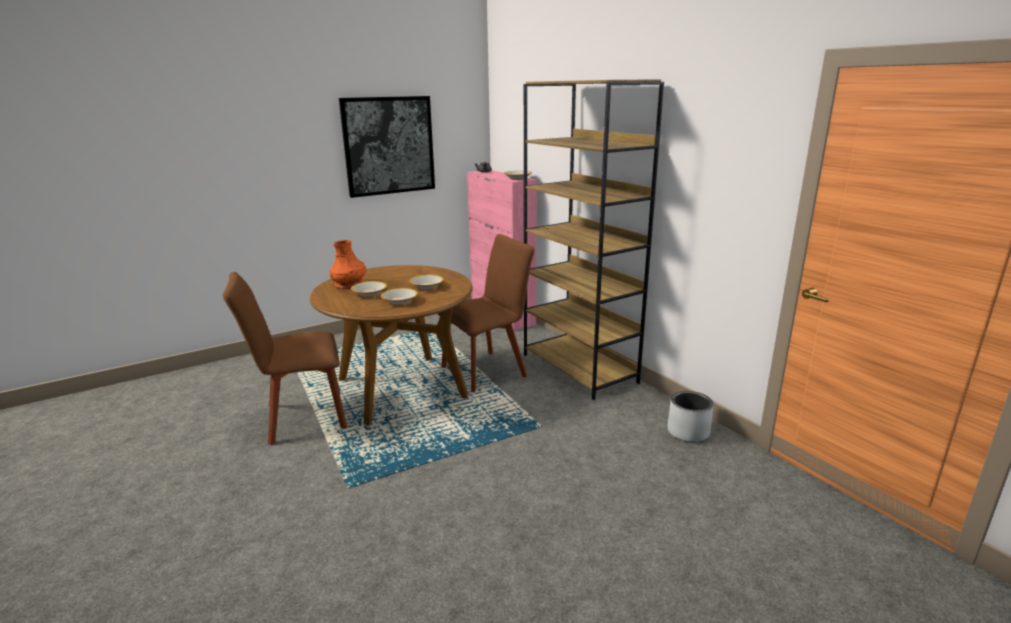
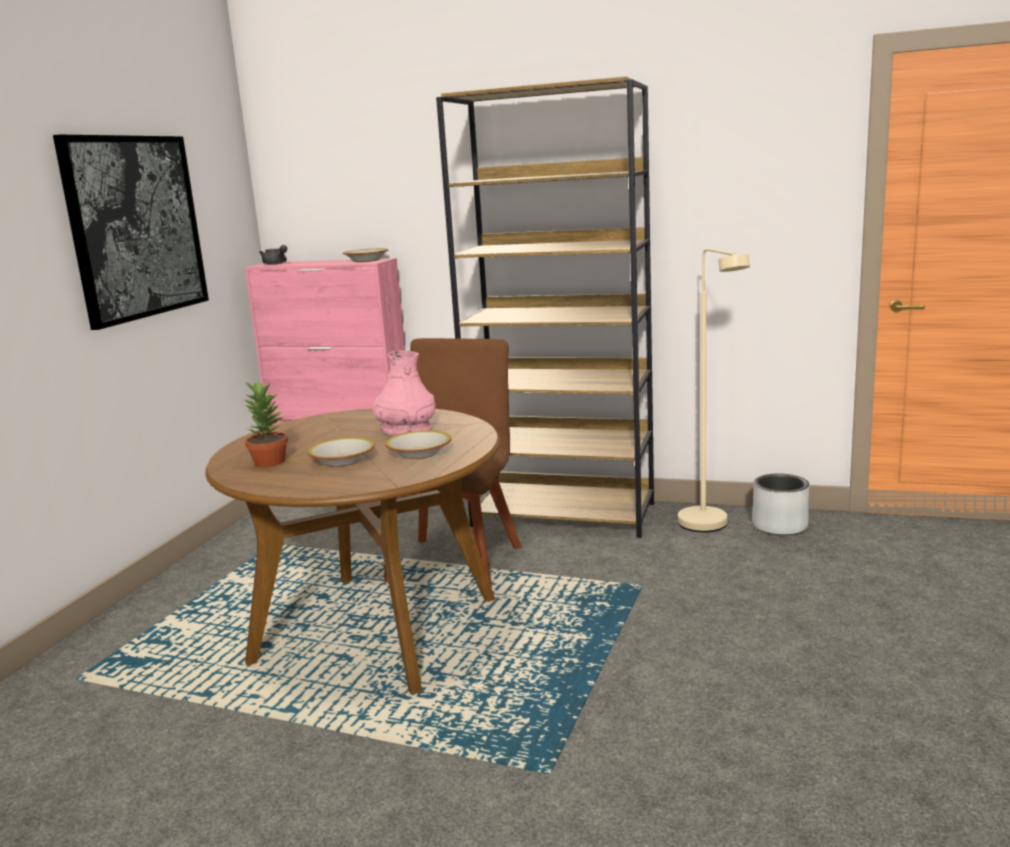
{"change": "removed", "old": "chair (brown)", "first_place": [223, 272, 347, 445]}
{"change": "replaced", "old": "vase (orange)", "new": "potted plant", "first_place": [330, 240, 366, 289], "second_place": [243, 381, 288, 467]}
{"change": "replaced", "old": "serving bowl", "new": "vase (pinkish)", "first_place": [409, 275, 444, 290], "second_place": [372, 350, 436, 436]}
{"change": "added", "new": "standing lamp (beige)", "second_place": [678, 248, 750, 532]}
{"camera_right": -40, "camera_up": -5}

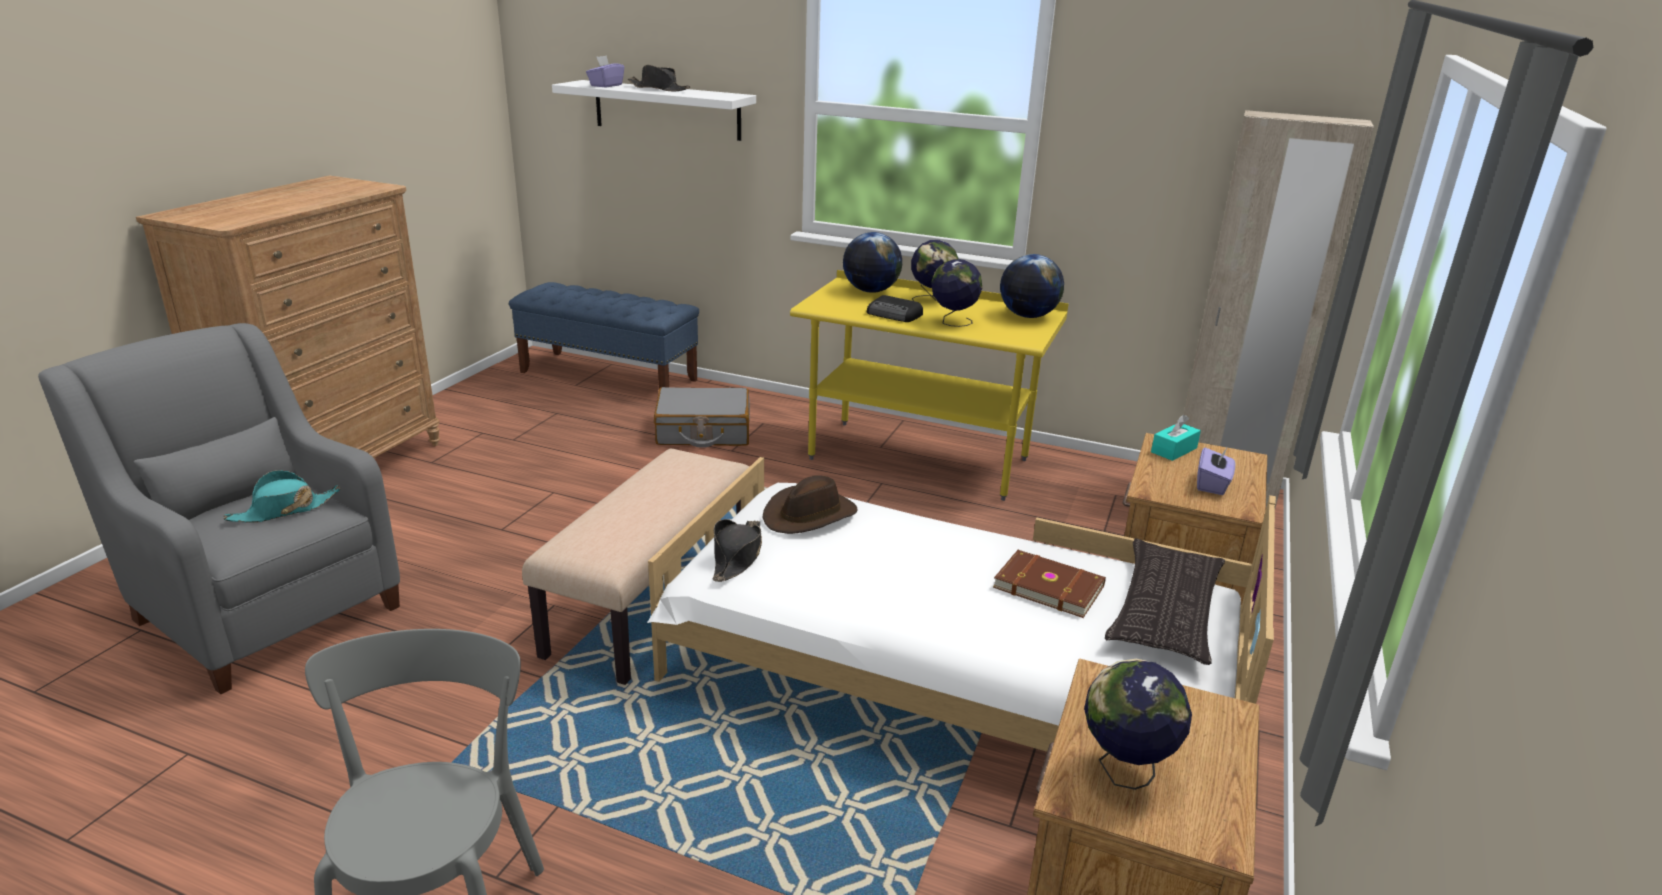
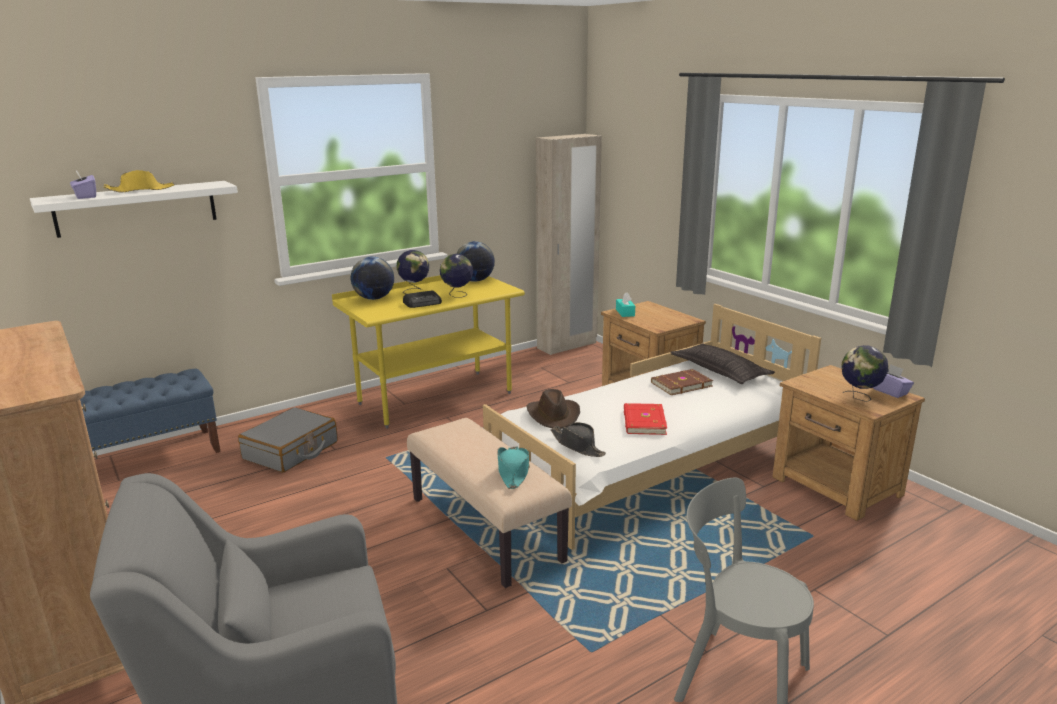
{"change": "moved", "old": "clothing hat (blue-green)", "first_place": [223, 470, 341, 523], "second_place": [497, 446, 530, 489]}
{"change": "recoloured", "old": "clothing hat (black)", "new": "clothing hat (yellowish)", "first_place": [628, 65, 690, 91], "second_place": [103, 170, 174, 193]}
{"change": "moved", "old": "box of tissues (purplish)", "first_place": [1197, 447, 1235, 495], "second_place": [873, 364, 914, 398]}
{"change": "added", "new": "volume (red)", "second_place": [624, 403, 667, 435]}
{"camera_right": -55, "camera_up": -5}

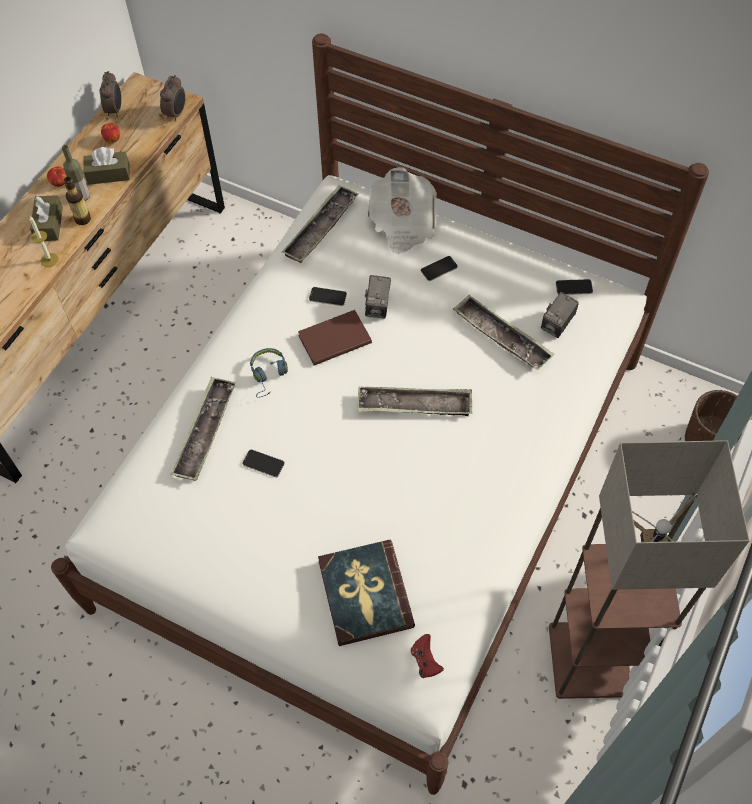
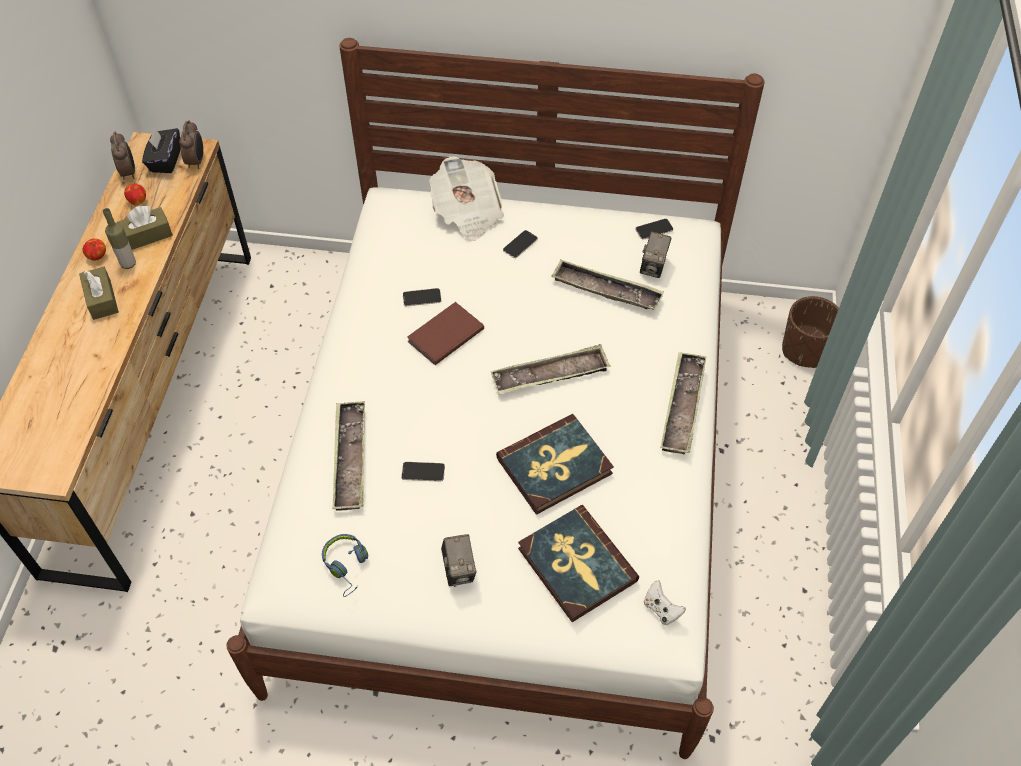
{"change": "removed", "old": "wax candle", "first_place": [29, 216, 59, 267]}
{"change": "removed", "old": "bottle", "first_place": [64, 176, 91, 225]}
{"change": "moved", "old": "headphones (bluish)", "first_place": [250, 348, 288, 398], "second_place": [322, 534, 368, 597]}
{"change": "moved", "old": "serving tray", "first_place": [282, 185, 359, 263], "second_place": [660, 352, 707, 454]}
{"change": "moved", "old": "photo camera", "first_place": [365, 275, 391, 319], "second_place": [441, 534, 476, 587]}
{"change": "recoloured", "old": "game controller (red)", "new": "game controller (white-coloured)", "first_place": [411, 634, 444, 678], "second_place": [644, 580, 686, 625]}
{"change": "removed", "old": "standing lamp", "first_place": [549, 440, 750, 699]}
{"change": "added", "new": "box of tissues (black)", "second_place": [142, 128, 180, 173]}
{"change": "added", "new": "volume", "second_place": [496, 414, 614, 515]}
{"camera_right": -20, "camera_up": -5}

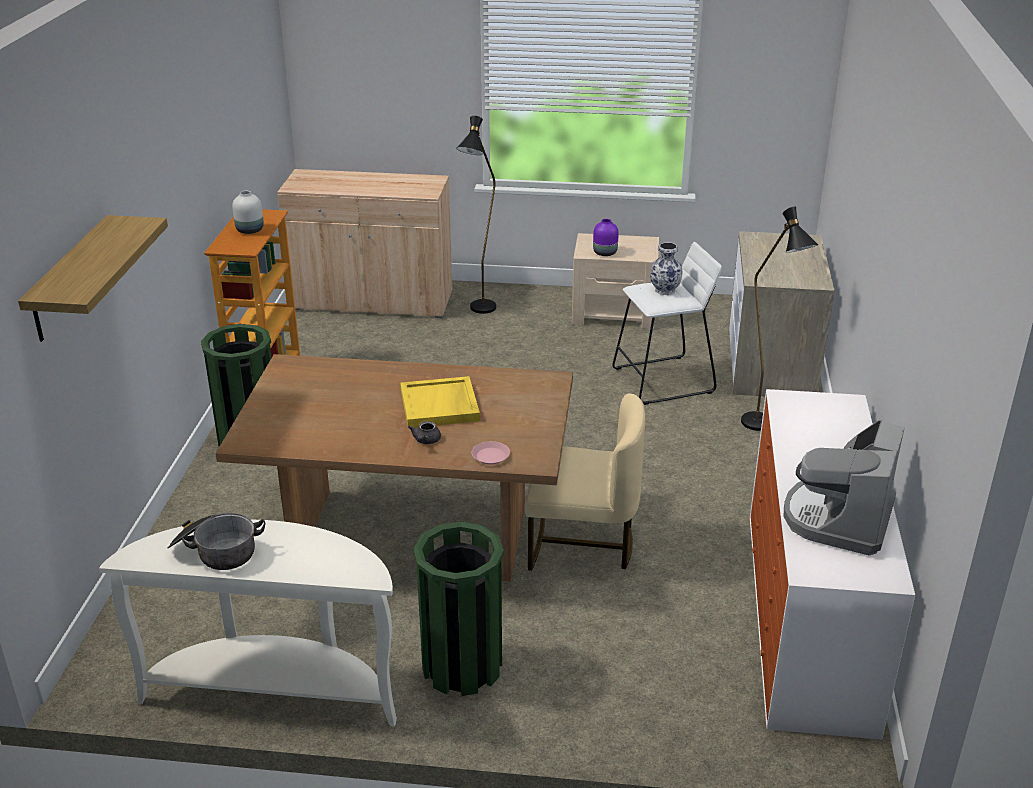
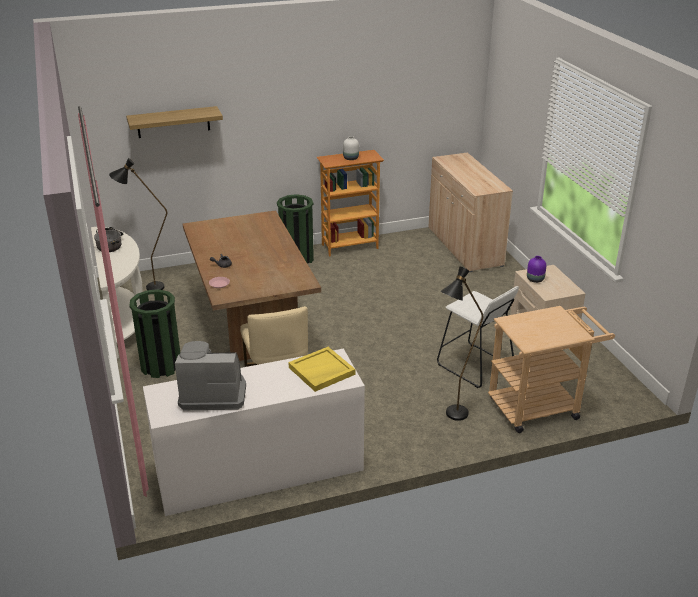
{"change": "moved", "old": "serving tray (yellowish)", "first_place": [400, 376, 480, 428], "second_place": [288, 347, 355, 392]}
{"change": "moved", "old": "standing lamp (black)", "first_place": [456, 116, 496, 314], "second_place": [109, 158, 167, 290]}
{"change": "removed", "old": "vase", "first_place": [650, 242, 683, 295]}
{"change": "replaced", "old": "dresser", "new": "trolley (beige)", "first_place": [728, 231, 835, 396], "second_place": [488, 306, 615, 433]}
{"camera_right": 65, "camera_up": 0}

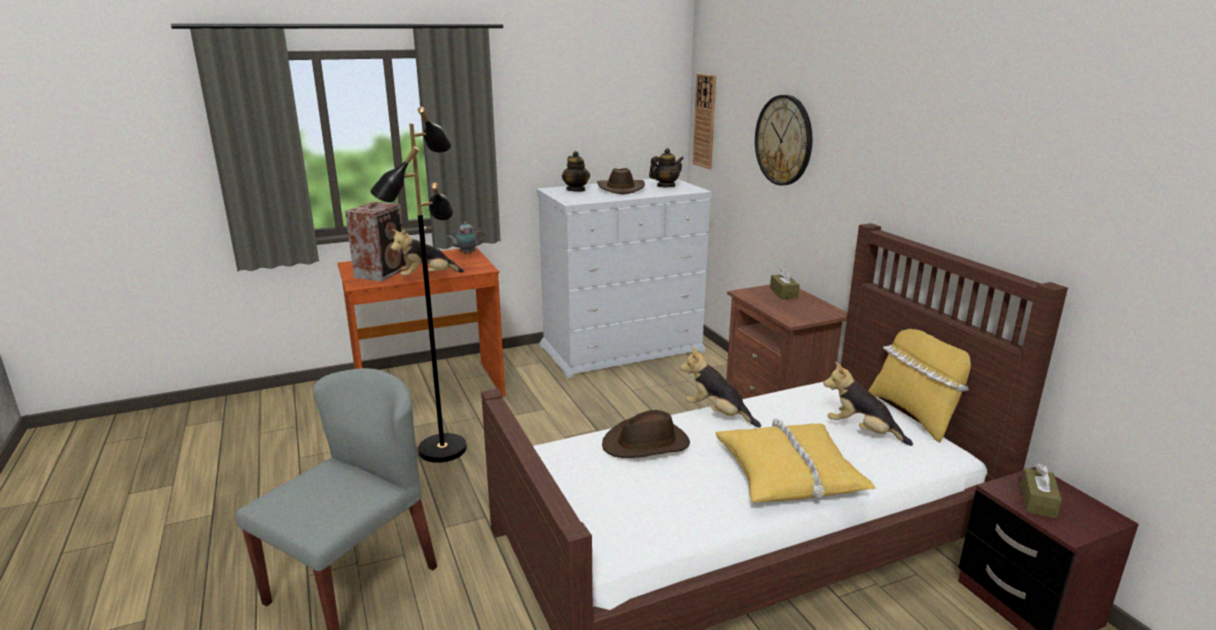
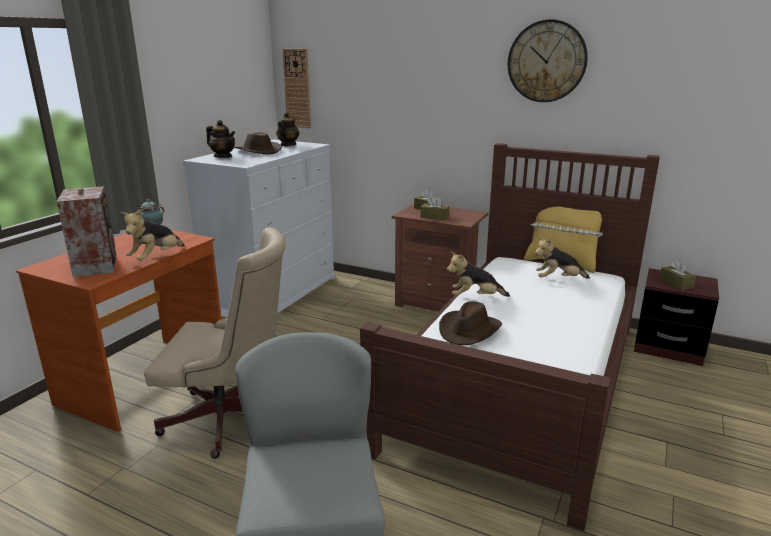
{"change": "replaced", "old": "standing lamp (black)", "new": "office chair (beige)", "first_place": [370, 107, 467, 463], "second_place": [144, 227, 286, 459]}
{"change": "removed", "old": "throw pillow (yellowish)", "first_place": [715, 418, 876, 502]}
{"change": "moved", "old": "hanging clock", "first_place": [755, 95, 812, 185], "second_place": [508, 19, 588, 102]}
{"change": "added", "new": "box of tissues (brown)", "second_place": [420, 196, 449, 220]}
{"camera_right": -40, "camera_up": 0}

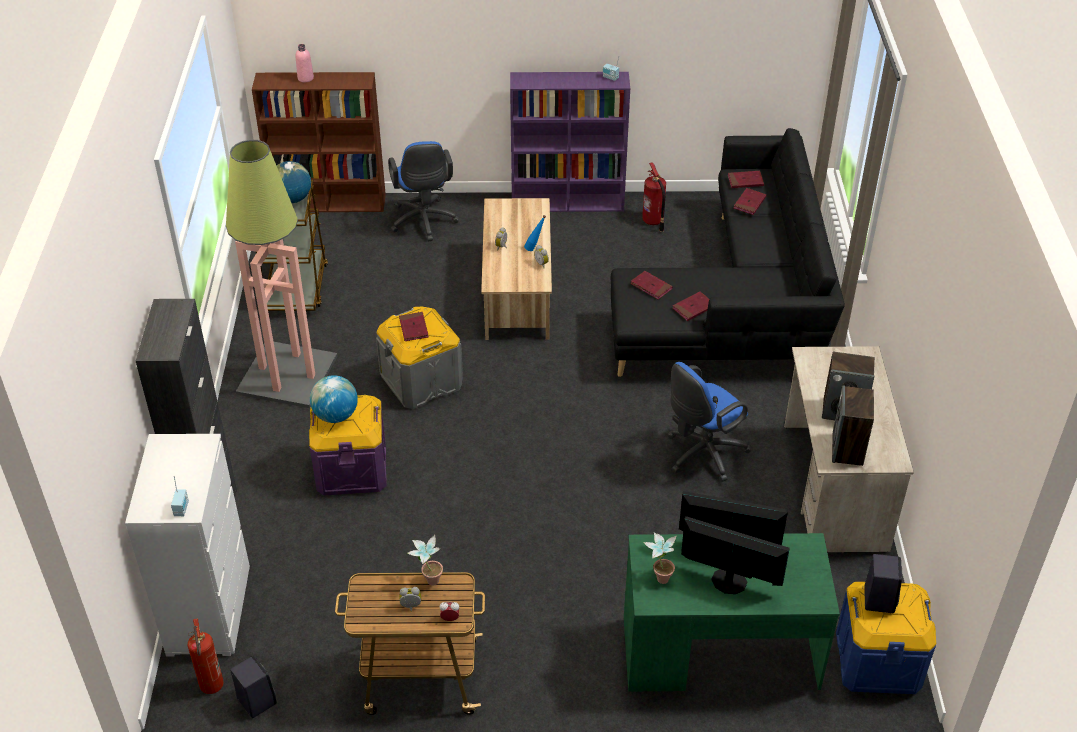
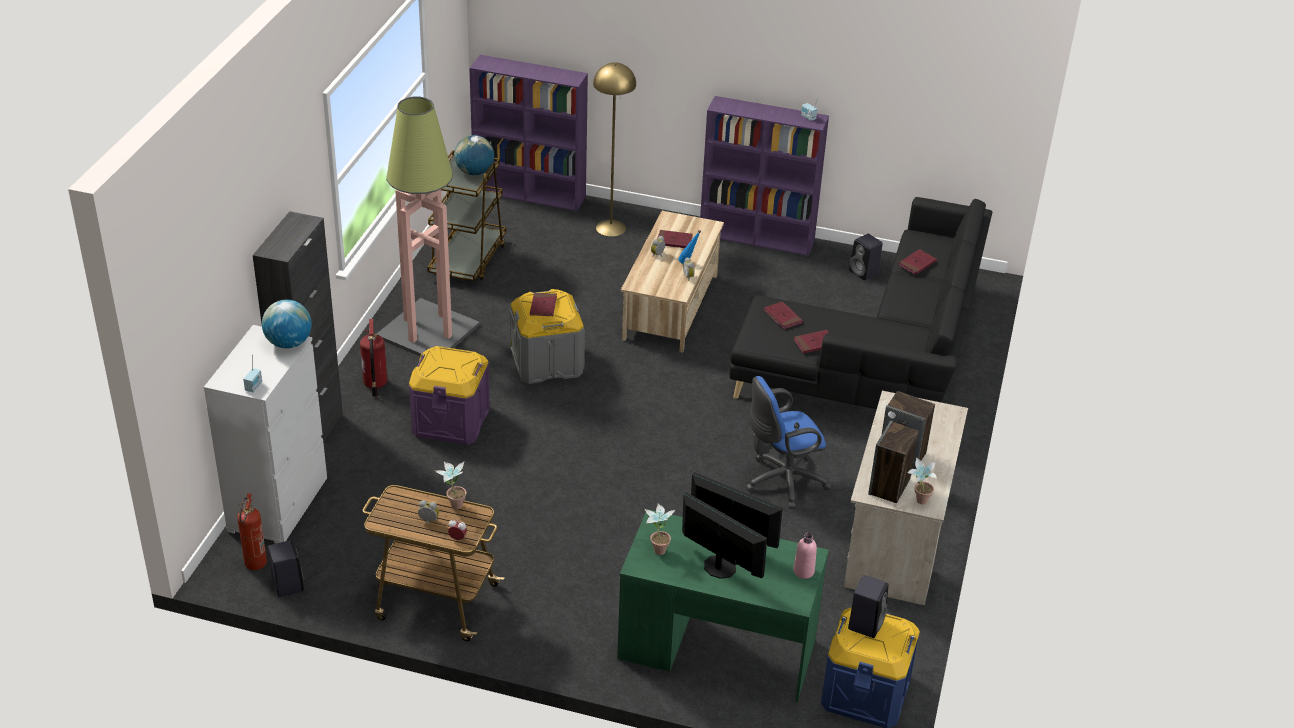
{"change": "recoloured", "old": "bookcase (brown)", "new": "bookcase (purplish)", "first_place": [252, 72, 386, 212], "second_place": [469, 55, 588, 211]}
{"change": "moved", "old": "bottle (pinkish)", "first_place": [296, 44, 314, 82], "second_place": [793, 533, 817, 579]}
{"change": "moved", "old": "world globe", "first_place": [310, 375, 358, 423], "second_place": [262, 300, 312, 349]}
{"change": "replaced", "old": "office chair (bluish)", "new": "standing lamp (yellowish)", "first_place": [388, 141, 459, 241], "second_place": [593, 62, 636, 237]}
{"change": "moved", "old": "extinguisher", "first_place": [642, 162, 666, 232], "second_place": [360, 319, 387, 397]}
{"change": "moved", "old": "volume (red)", "first_place": [728, 171, 764, 188], "second_place": [657, 230, 693, 248]}
{"change": "added", "new": "loudspeaker (black)", "second_place": [849, 234, 883, 280]}
{"change": "added", "new": "potted plant", "second_place": [908, 457, 937, 505]}
{"camera_right": 15, "camera_up": -5}

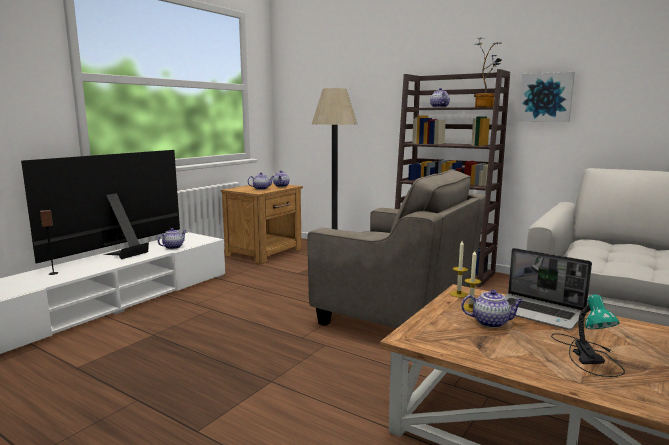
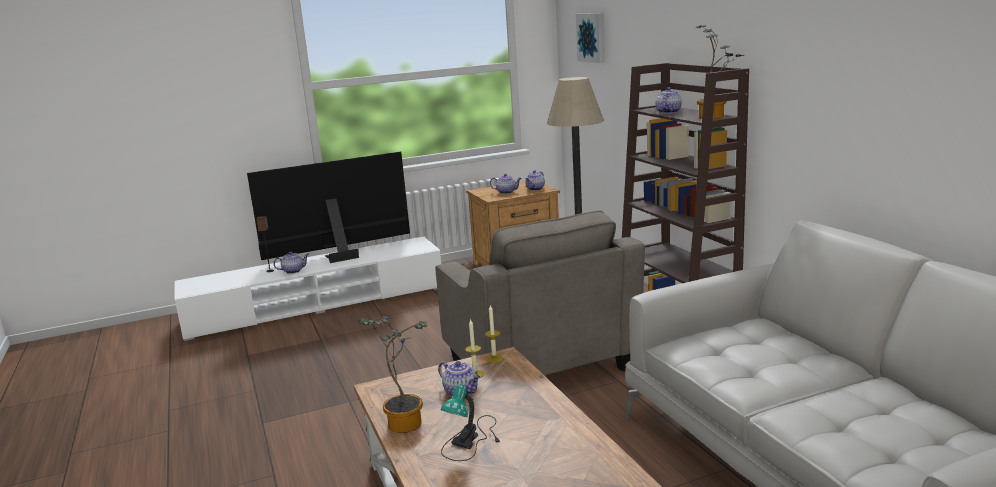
{"change": "moved", "old": "pot for tea", "first_place": [158, 228, 187, 249], "second_place": [273, 251, 309, 274]}
{"change": "removed", "old": "portable computer", "first_place": [504, 248, 592, 330]}
{"change": "moved", "old": "wall picture", "first_place": [519, 72, 575, 122], "second_place": [576, 13, 605, 63]}
{"change": "added", "new": "potted plant", "second_place": [359, 316, 427, 433]}
{"camera_right": 35, "camera_up": 5}

